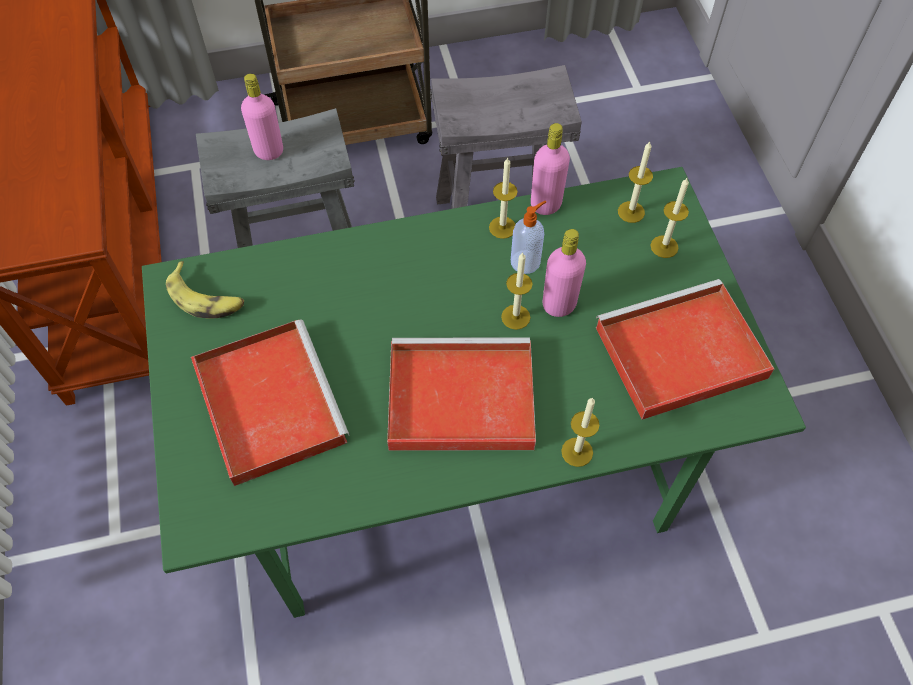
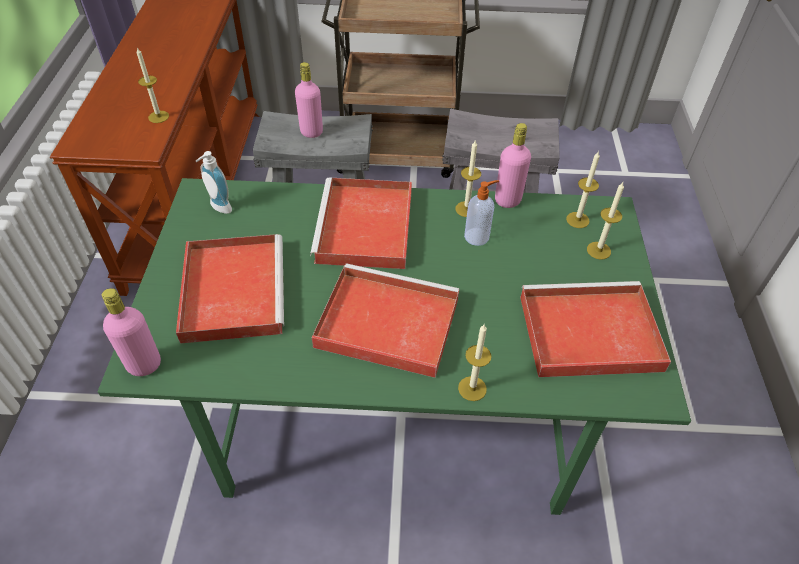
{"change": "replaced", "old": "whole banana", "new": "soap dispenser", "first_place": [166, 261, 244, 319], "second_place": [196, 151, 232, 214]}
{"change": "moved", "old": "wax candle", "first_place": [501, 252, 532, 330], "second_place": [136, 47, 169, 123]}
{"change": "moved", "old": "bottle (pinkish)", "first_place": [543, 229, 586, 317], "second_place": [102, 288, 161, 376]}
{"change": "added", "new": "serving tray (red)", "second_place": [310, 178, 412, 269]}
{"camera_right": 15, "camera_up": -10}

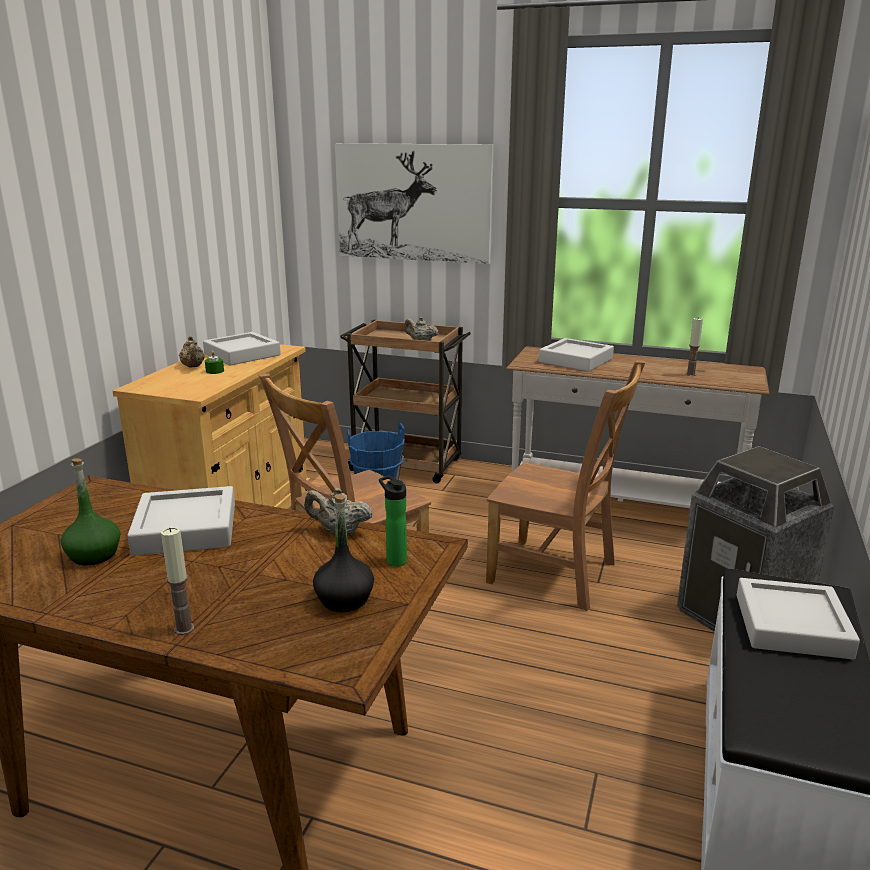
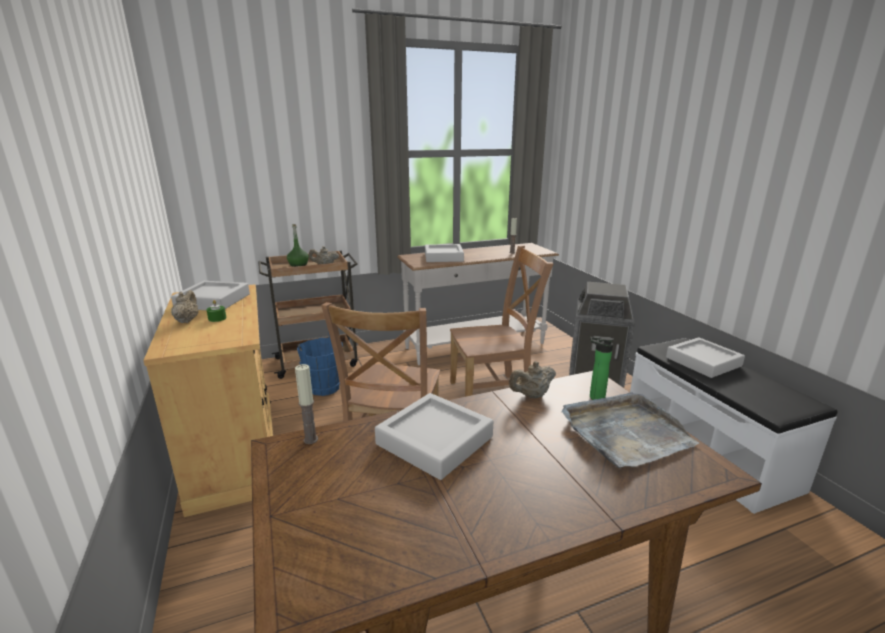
{"change": "moved", "old": "bottle (green-coloured)", "first_place": [61, 458, 120, 565], "second_place": [287, 224, 309, 267]}
{"change": "moved", "old": "wax candle", "first_place": [161, 527, 194, 635], "second_place": [295, 364, 318, 444]}
{"change": "turned", "old": "pot for tea (beige)", "first_place": [179, 336, 205, 367], "second_place": [171, 290, 199, 323], "degrees": -120}
{"change": "replaced", "old": "bottle (black)", "new": "serving tray (greyish)", "first_place": [313, 494, 374, 612], "second_place": [562, 392, 699, 468]}
{"change": "removed", "old": "wall picture", "first_place": [335, 143, 494, 264]}
{"camera_right": -40, "camera_up": 0}

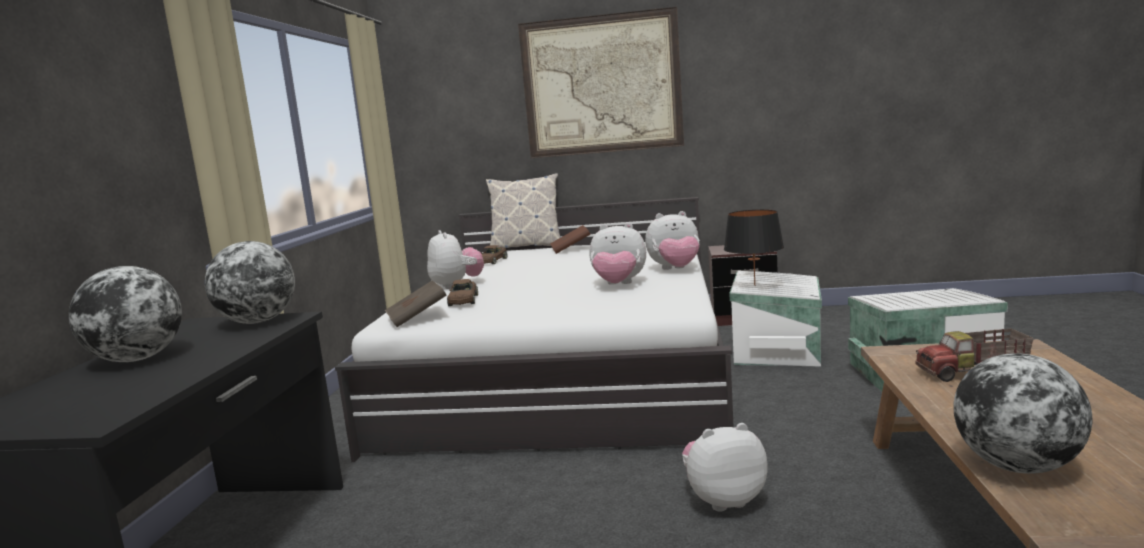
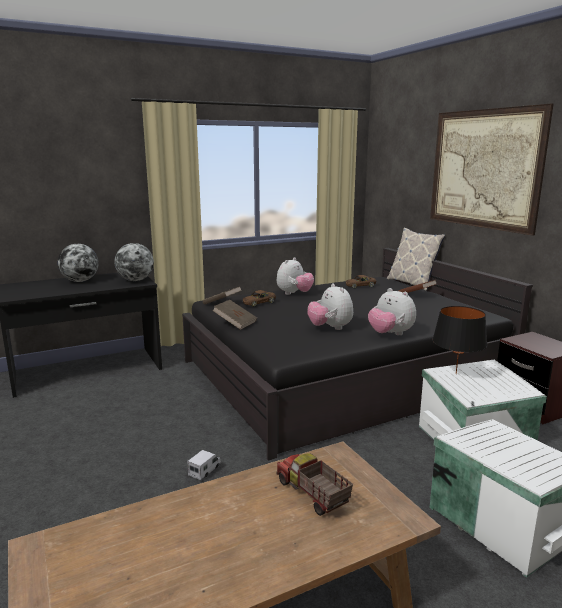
{"change": "recoloured", "old": "sleeping bed (white-coloured)", "new": "sleeping bed (black)", "first_place": [335, 197, 734, 462], "second_place": [182, 248, 533, 461]}
{"change": "replaced", "old": "soft toy", "new": "model truck", "first_place": [682, 423, 768, 512], "second_place": [187, 450, 221, 480]}
{"change": "removed", "old": "world globe", "first_place": [953, 353, 1092, 474]}
{"change": "added", "new": "volume (brown)", "second_place": [212, 300, 257, 330]}
{"camera_right": 55, "camera_up": 5}

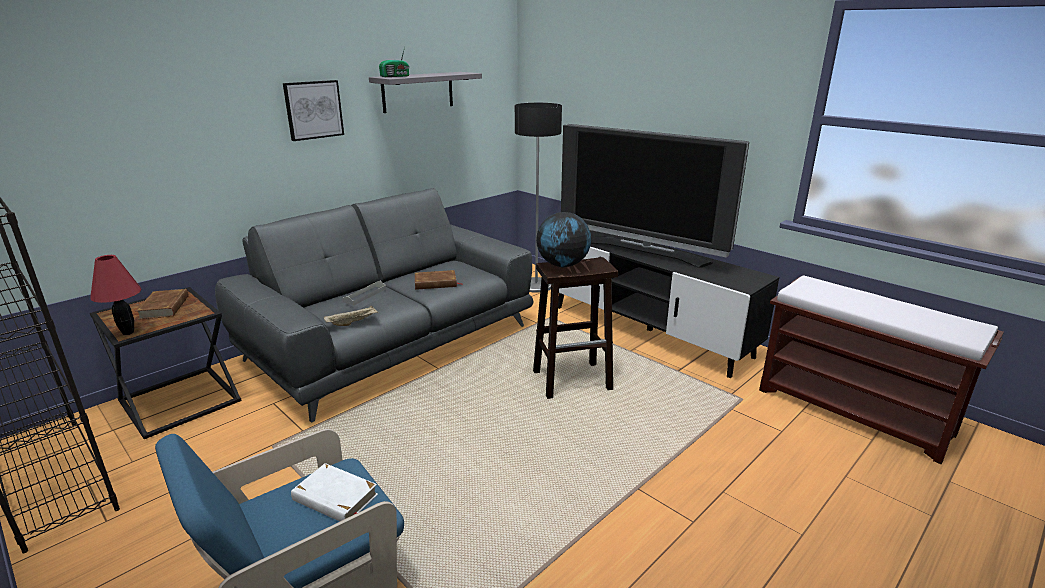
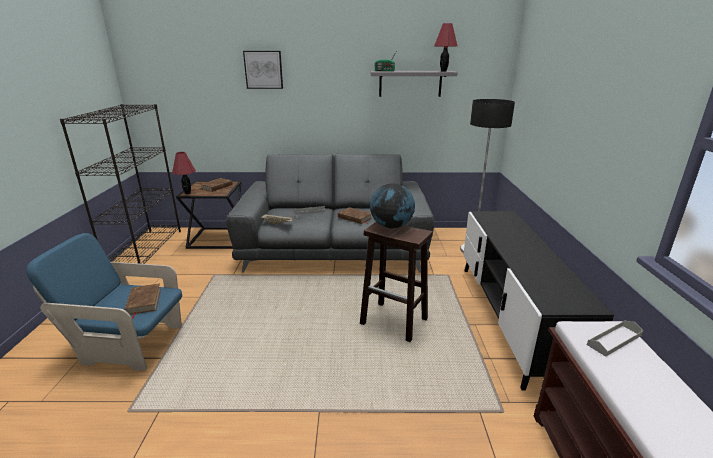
{"change": "moved", "old": "wall picture", "first_place": [283, 80, 344, 141], "second_place": [243, 51, 283, 89]}
{"change": "recoloured", "old": "volume (white-coloured)", "new": "volume (brown)", "first_place": [291, 463, 378, 521], "second_place": [124, 284, 161, 319]}
{"change": "removed", "old": "TV set", "first_place": [561, 124, 749, 268]}
{"change": "added", "new": "tabletop lamp (red)", "second_place": [434, 23, 457, 71]}
{"change": "added", "new": "serving tray (greyish)", "second_place": [587, 321, 643, 357]}
{"camera_right": 45, "camera_up": 0}

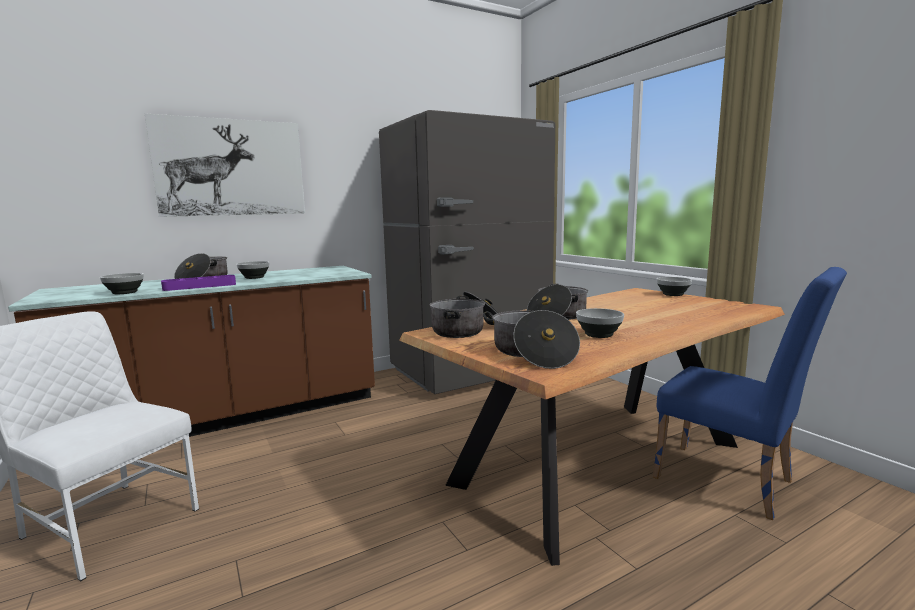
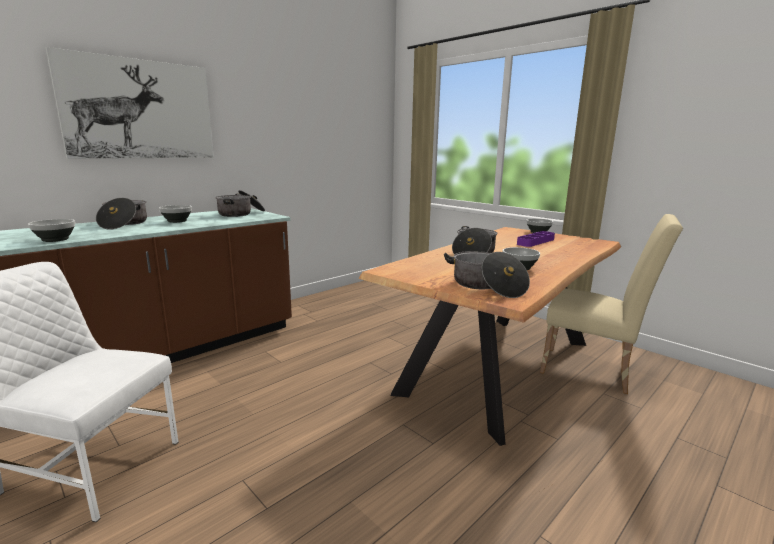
{"change": "moved", "old": "serving tray (purplish)", "first_place": [161, 275, 236, 291], "second_place": [517, 231, 555, 247]}
{"change": "removed", "old": "kitchen fridge (greyish)", "first_place": [379, 110, 555, 394]}
{"change": "moved", "old": "saucepot", "first_place": [430, 292, 497, 338], "second_place": [215, 190, 265, 217]}
{"change": "recoloured", "old": "chair (bluish)", "new": "chair (beige)", "first_place": [653, 267, 847, 520], "second_place": [540, 214, 683, 394]}
{"camera_right": -15, "camera_up": 5}

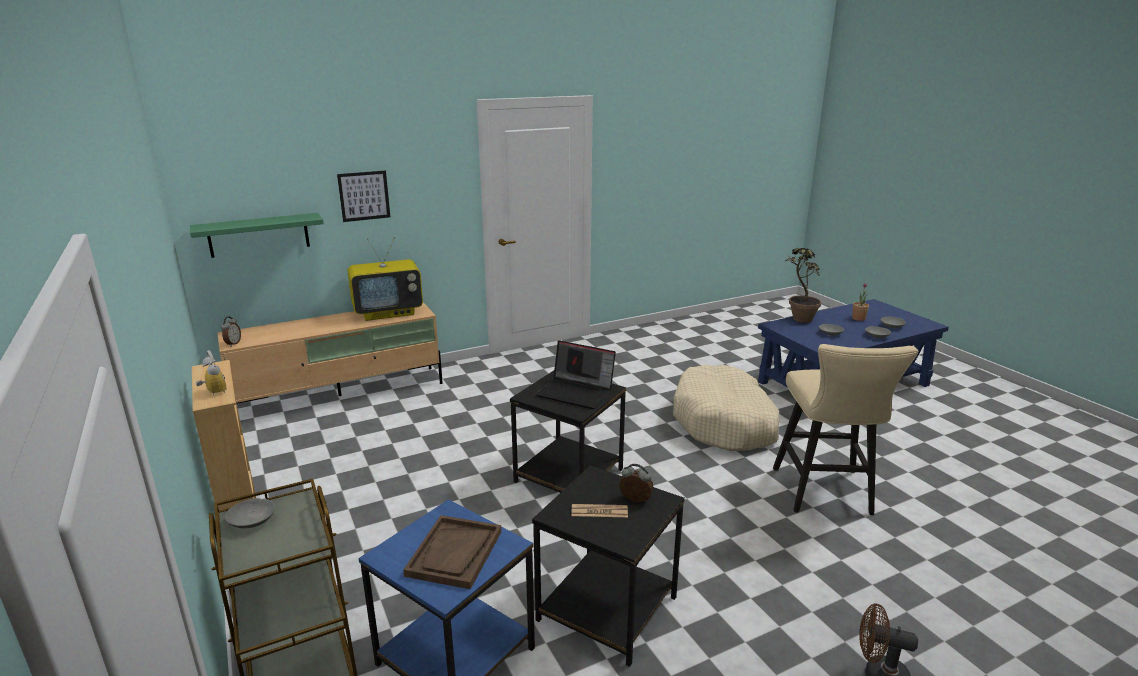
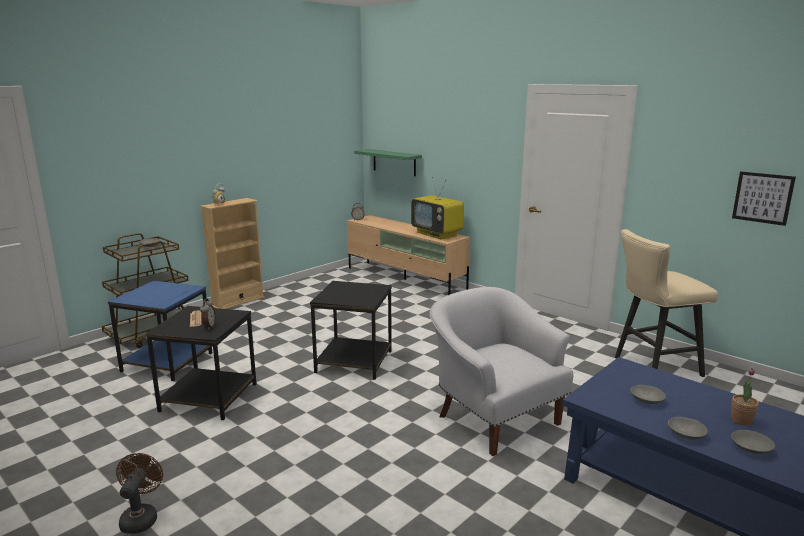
{"change": "moved", "old": "wall picture", "first_place": [337, 171, 390, 222], "second_place": [732, 171, 796, 226]}
{"change": "removed", "old": "serving tray (brown)", "first_place": [403, 515, 501, 589]}
{"change": "removed", "old": "portable computer", "first_place": [536, 340, 616, 409]}
{"change": "replaced", "old": "dog bed (beige)", "new": "lounge chair (white-coloured)", "first_place": [673, 365, 779, 451], "second_place": [430, 287, 573, 456]}
{"change": "moved", "old": "stool seat (beige)", "first_place": [773, 344, 918, 515], "second_place": [615, 229, 718, 377]}
{"change": "removed", "old": "potted plant", "first_place": [786, 248, 821, 323]}
{"camera_right": 70, "camera_up": -5}

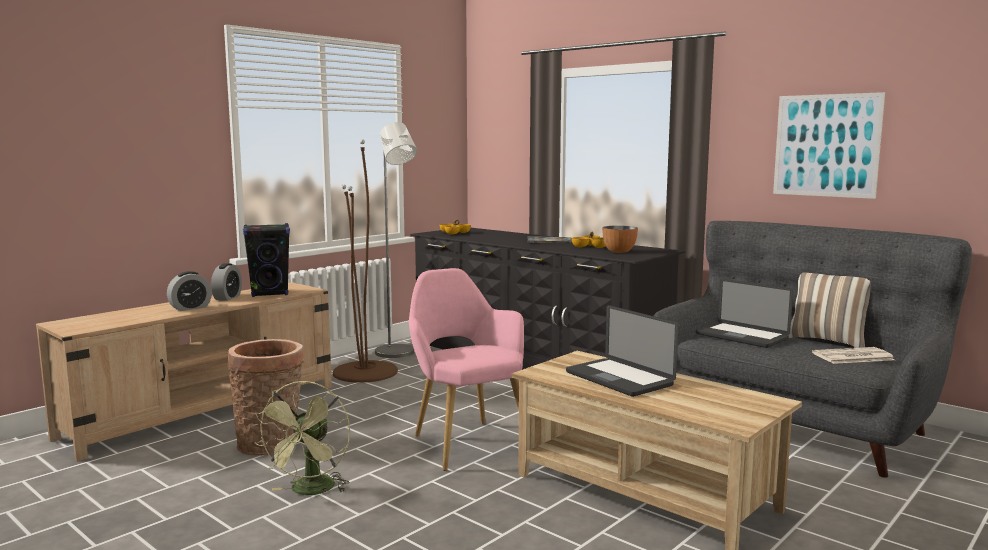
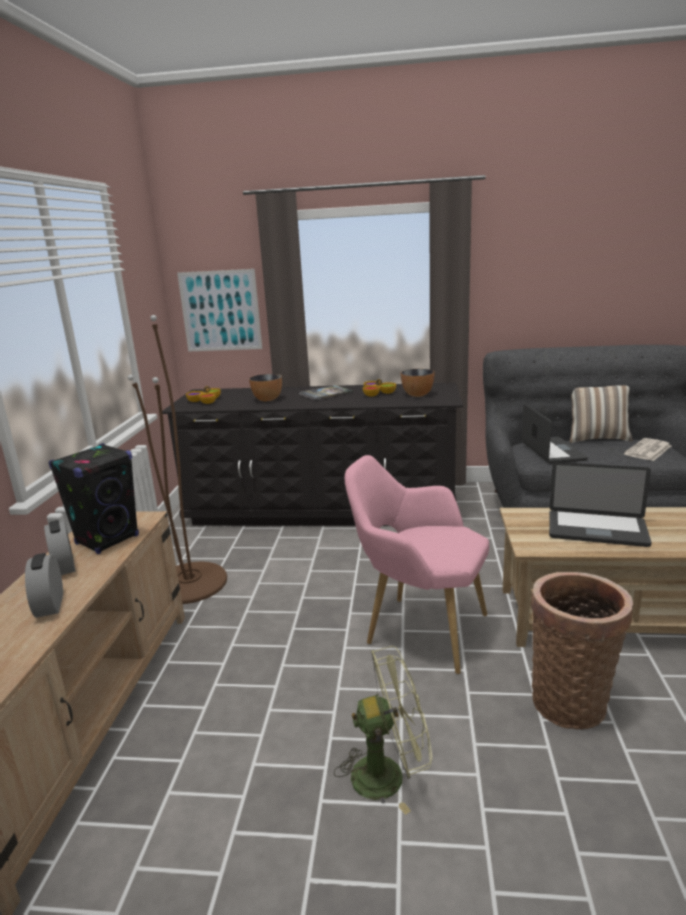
{"change": "turned", "old": "bedside clock", "first_place": [167, 271, 212, 311], "second_place": [25, 553, 63, 618], "degrees": 150}
{"change": "moved", "old": "basket", "first_place": [227, 339, 304, 455], "second_place": [531, 572, 633, 730]}
{"change": "turned", "old": "electric fan (green-coloured)", "first_place": [255, 381, 350, 495], "second_place": [334, 646, 432, 815], "degrees": -75}
{"change": "removed", "old": "standing lamp (greyish)", "first_place": [375, 122, 417, 358]}
{"change": "turned", "old": "portable computer", "first_place": [696, 279, 793, 348], "second_place": [522, 403, 588, 464], "degrees": -105}
{"change": "moved", "old": "wall picture", "first_place": [773, 92, 885, 199], "second_place": [177, 269, 262, 352]}
{"change": "added", "new": "serving bowl", "second_place": [249, 374, 282, 401]}
{"camera_right": -35, "camera_up": 10}

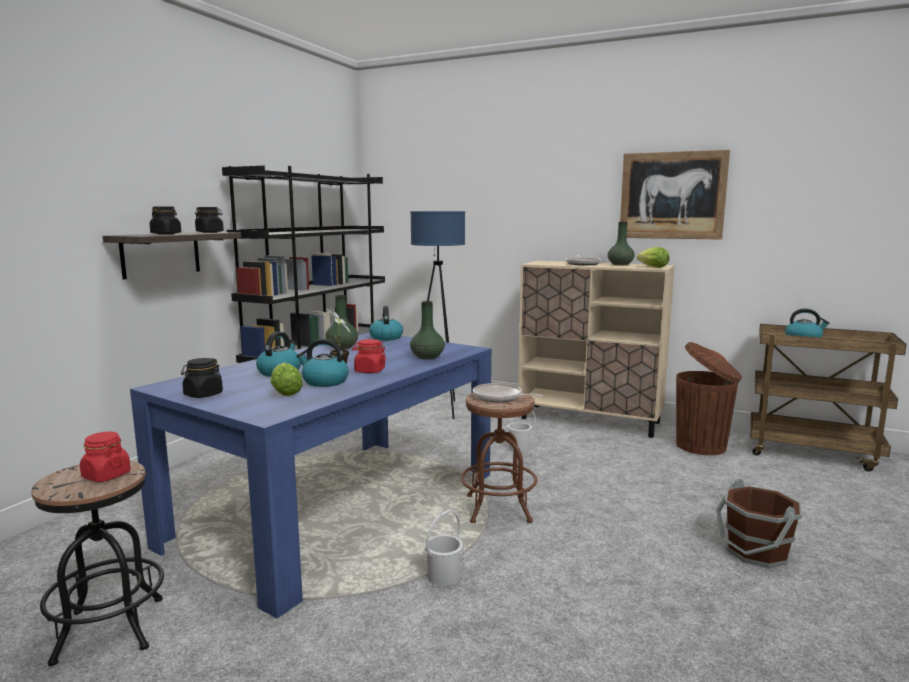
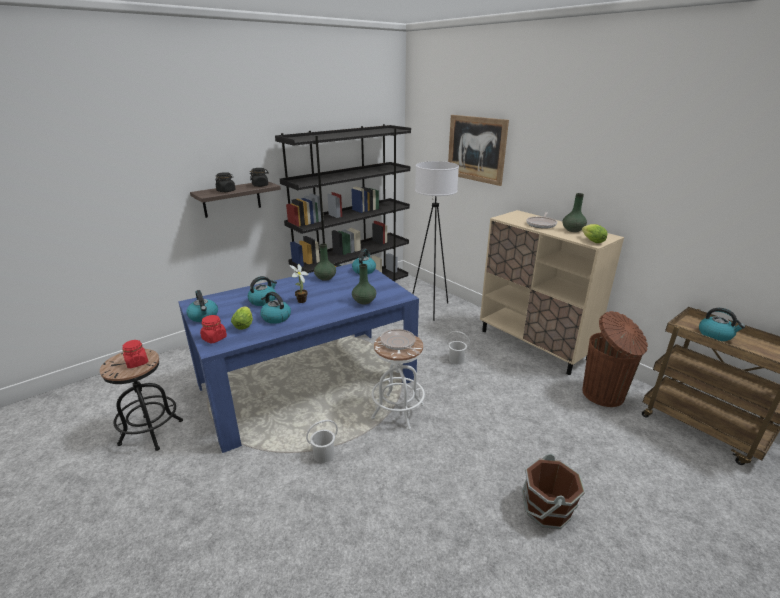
{"change": "replaced", "old": "preserve jar (black)", "new": "kettle", "first_place": [181, 358, 223, 398], "second_place": [186, 290, 218, 322]}
{"change": "moved", "old": "preserve jar (red)", "first_place": [352, 339, 387, 373], "second_place": [200, 315, 227, 343]}
{"change": "recoloured", "old": "standing lamp (bluish)", "new": "standing lamp (white-coloured)", "first_place": [407, 211, 465, 419], "second_place": [412, 161, 459, 321]}
{"change": "recoloured", "old": "stool seat (brown)", "new": "stool seat (white-coloured)", "first_place": [461, 392, 537, 523], "second_place": [371, 336, 425, 430]}
{"change": "moved", "old": "wall picture", "first_place": [620, 150, 730, 240], "second_place": [448, 115, 509, 186]}
{"camera_right": 25, "camera_up": 15}

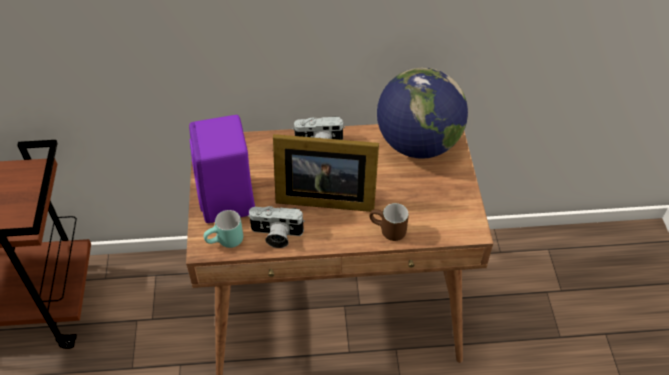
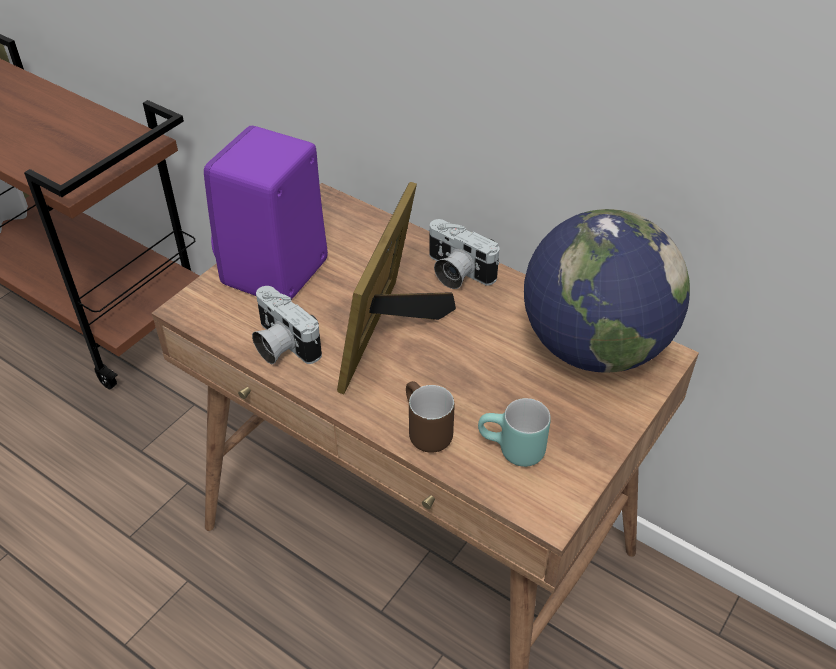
{"change": "moved", "old": "coffee mug (blue-green)", "first_place": [204, 210, 243, 248], "second_place": [478, 398, 551, 467]}
{"change": "turned", "old": "standing frame", "first_place": [273, 134, 379, 212], "second_place": [337, 182, 456, 394], "degrees": 60}
{"camera_right": 40, "camera_up": -5}

